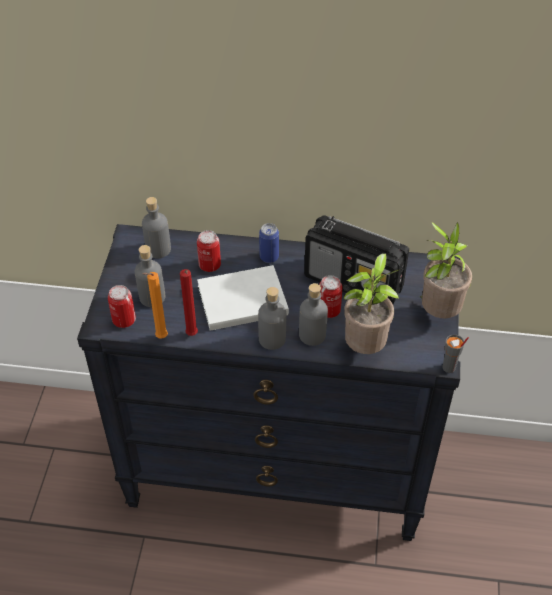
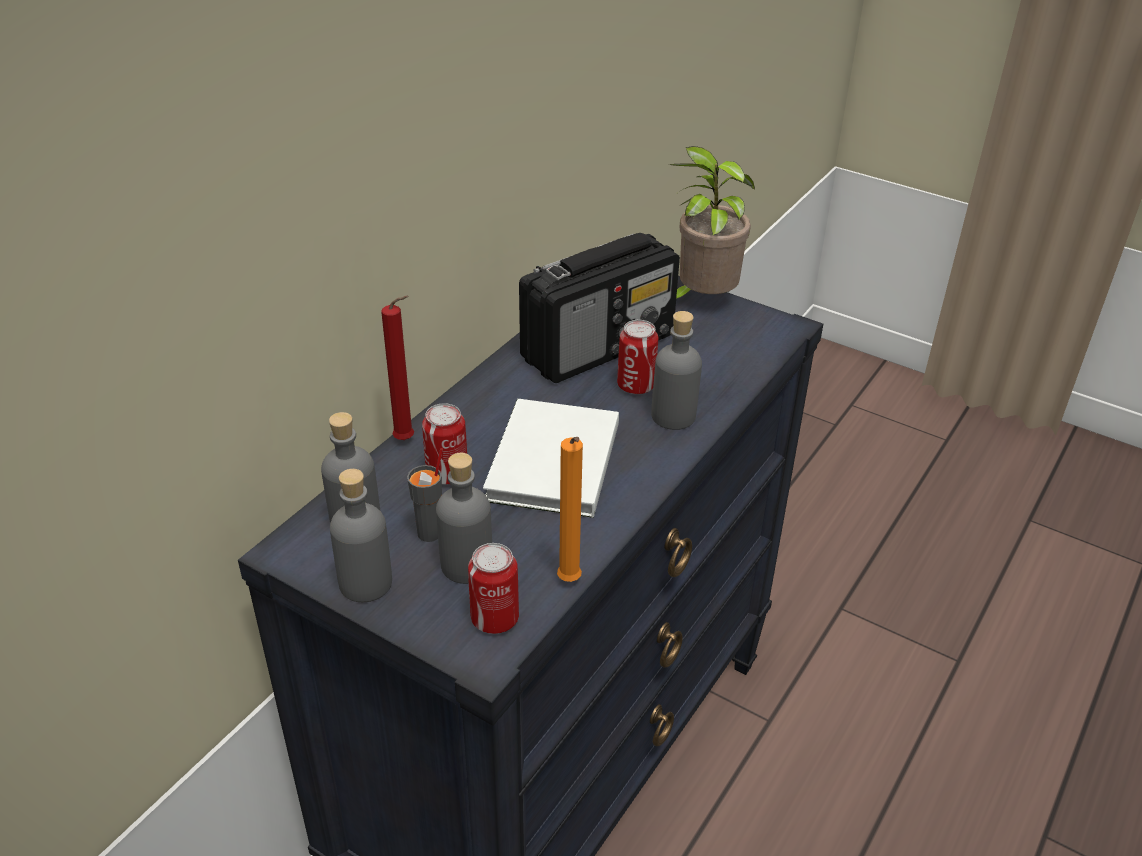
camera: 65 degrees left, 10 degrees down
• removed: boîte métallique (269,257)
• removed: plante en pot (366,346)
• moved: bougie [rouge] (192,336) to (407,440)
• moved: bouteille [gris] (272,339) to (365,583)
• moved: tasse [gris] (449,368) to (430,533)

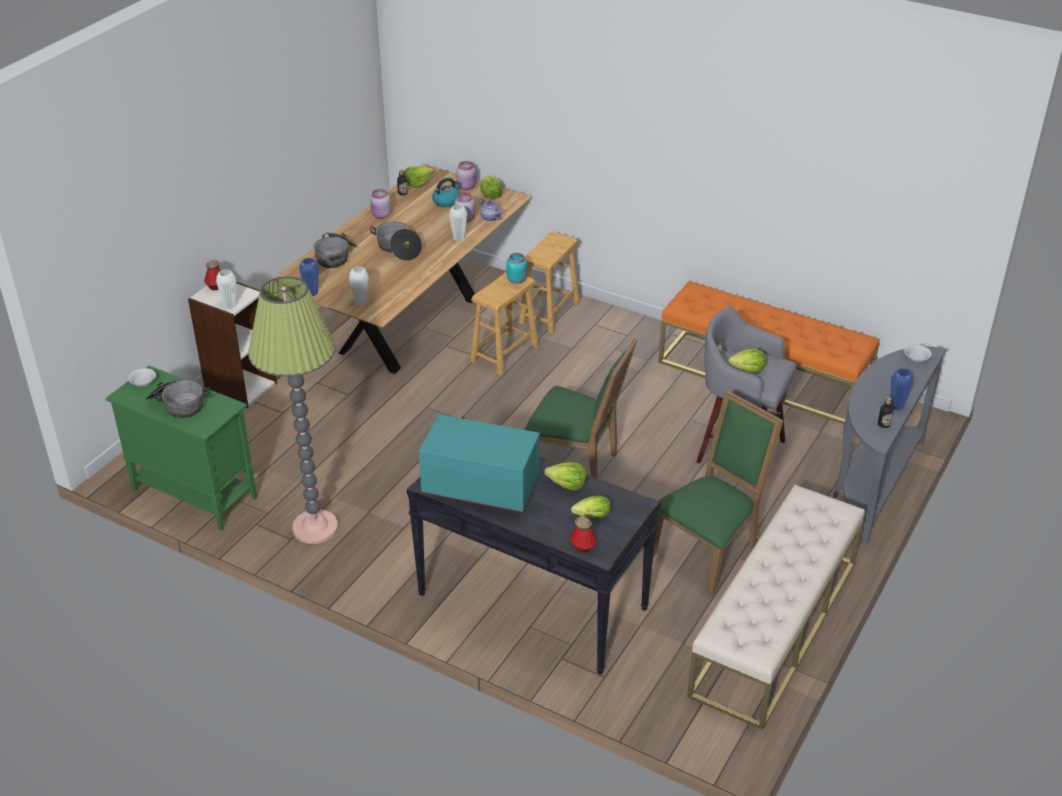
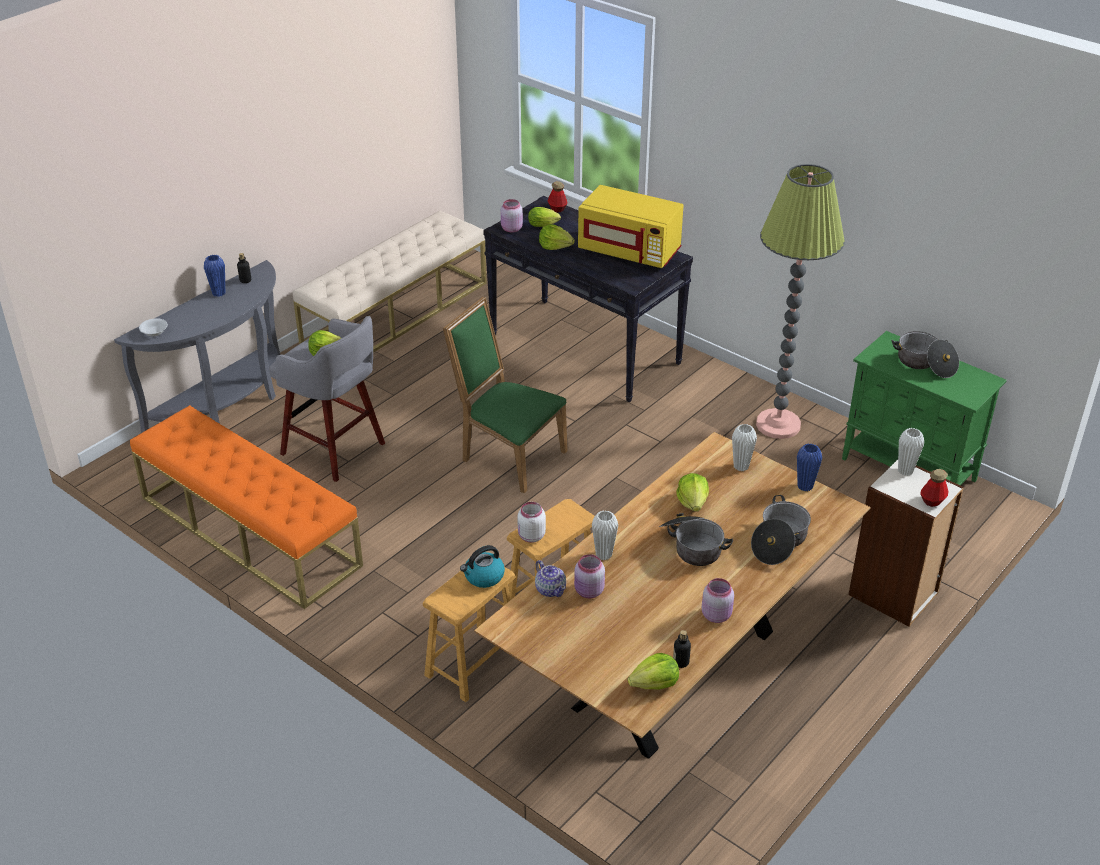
camera: 170 degrees left, 0 degrees up
• moved: bocal [rose] (467,187) to (511,229)
• moved: laitue (490,194) to (693,502)
• moved: bouilloire (446,201) to (483,577)
• recoloured: bocal [turquoise] (517,279) to bocal [blanc] (530,536)
• removed: bol [blanc] (142,382)
• removed: chaise [vert] (709,550)
• recoloured: micro-ondes [turquoise] (480,488) to micro-ondes [jaune] (630,251)

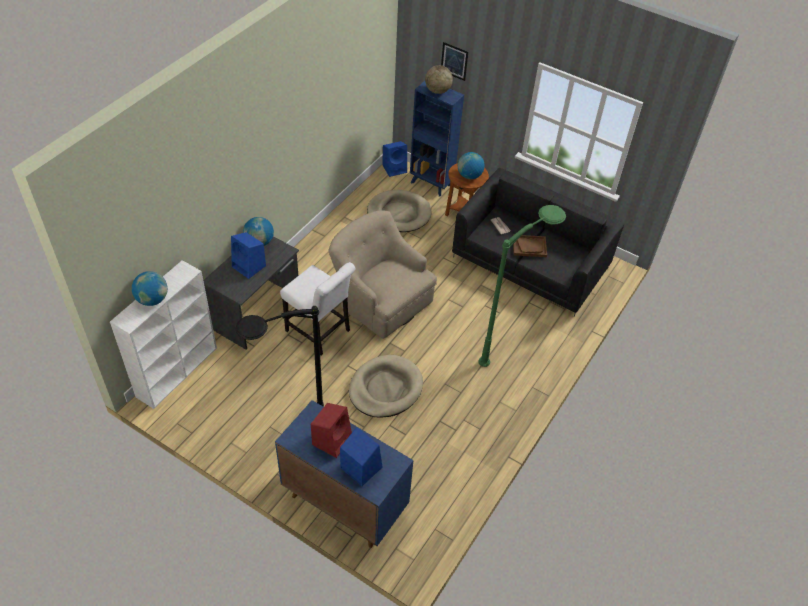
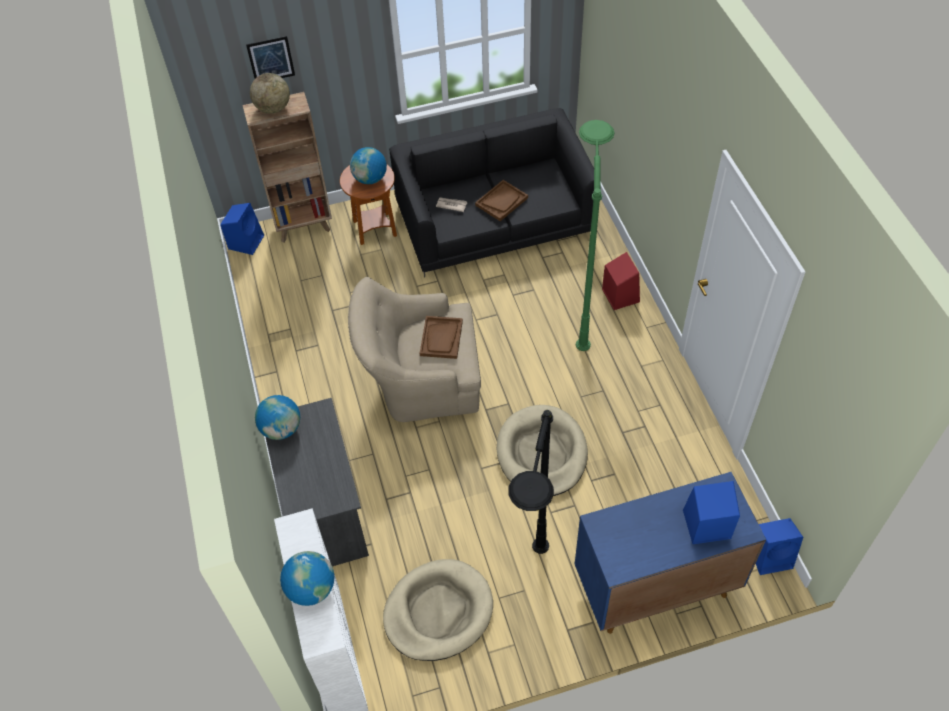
camera: 45 degrees left, 5 degrees up
• recoloured: bibliothèque [bleu] (431,184) to bibliothèque [marron] (304,226)
• moved: panier pour chien [beige] (399,213) to (438,612)
• moved: enceinte [bleu] (249,266) to (771,556)
• removed: chaise [blanc] (320,332)
• moved: enceinte [rouge] (332,439) to (620,295)
• added: plateau [marron] (441,338)

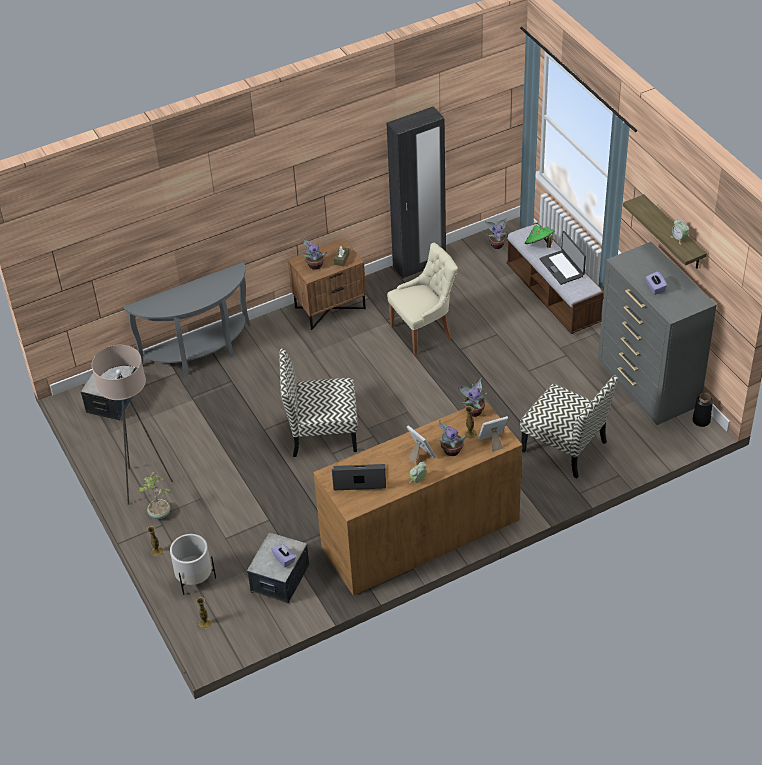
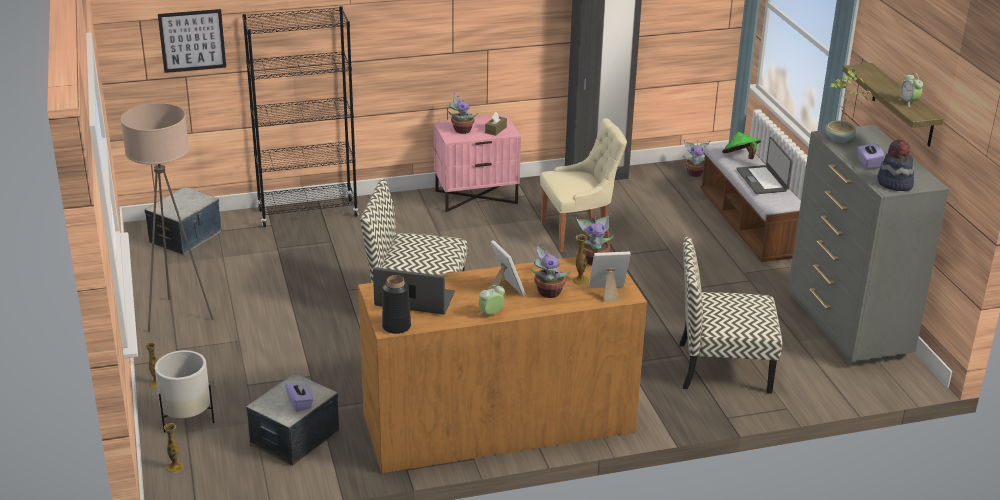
camera: 10 degrees right, 15 degrees down
• recoloured: table de chevet [marron] (330,307) to table de chevet [rose] (476,196)
• replaced: table console [gris] (201,354) to bibliothèque [noir] (308,213)
• turned: chaise (565,447) = (722,368) 135 degrees clockwise
• moved: vase [noir] (701,420) to (396,326)
• moved: plante en pot (159,514) to (839,139)
• added: tableau (192,40)
• added: chapeau (894,184)

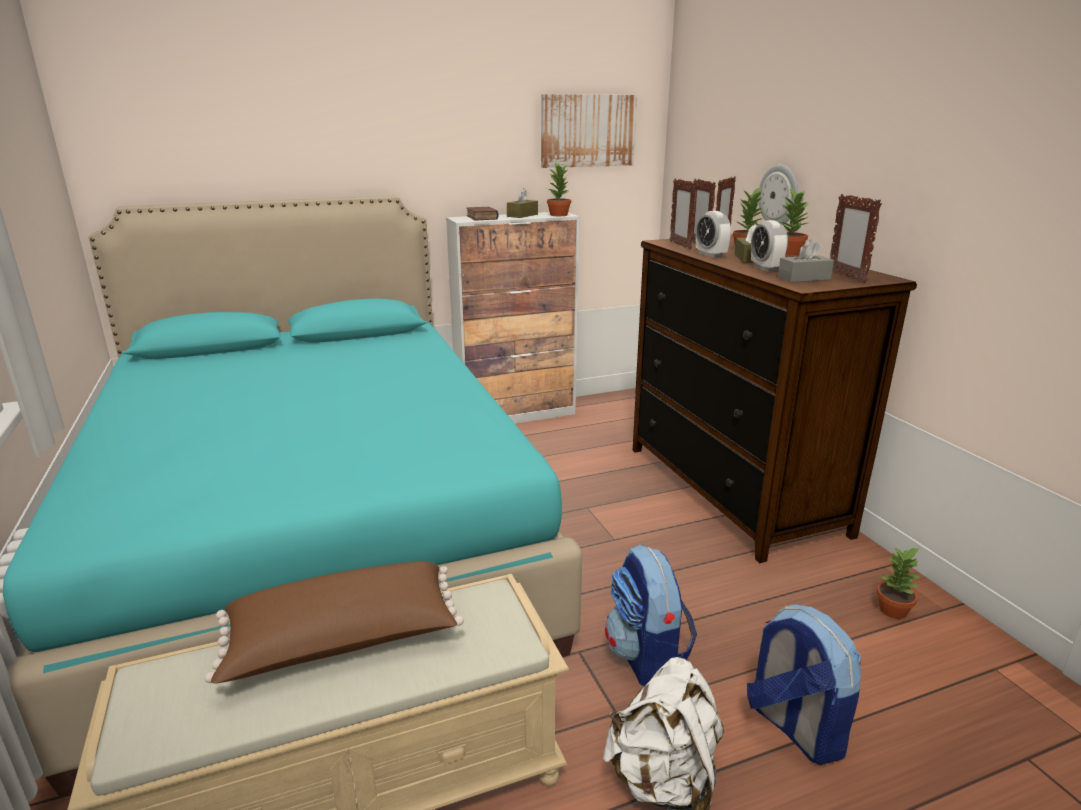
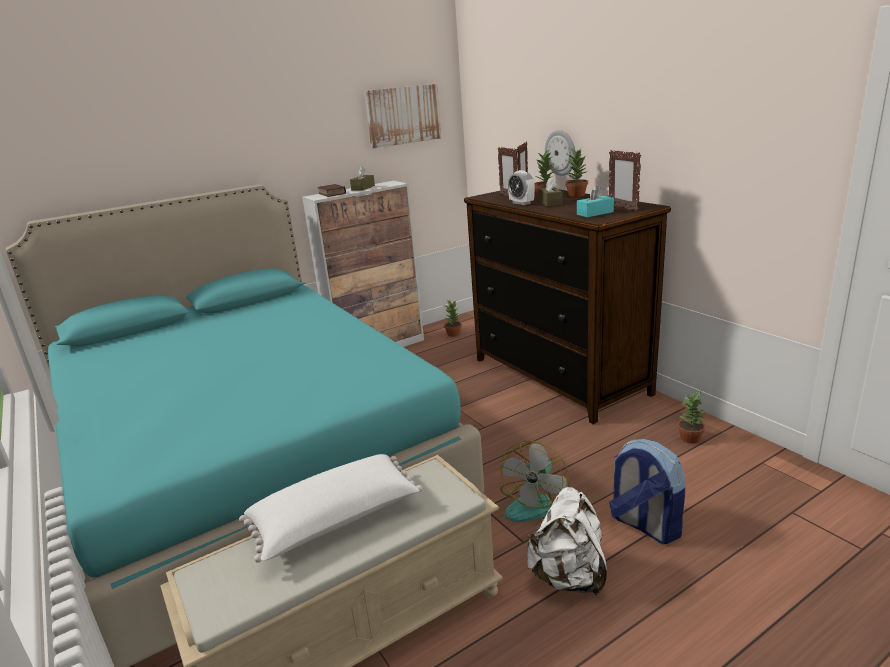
camera: 10 degrees left, 0 degrees up
• moved: plante en pot (559,215) to (453,334)
• removed: cadre photo (680,245)
• removed: réveil (765,268)
• recoloured: boîte à mouchoirs [gris] (804,278) to boîte à mouchoirs [turquoise] (595,213)
• replaced: sac à dos (646,658) to ventilateur (533,502)
• recoloured: coussin [marron] (342,643) to coussin [blanc] (336,522)

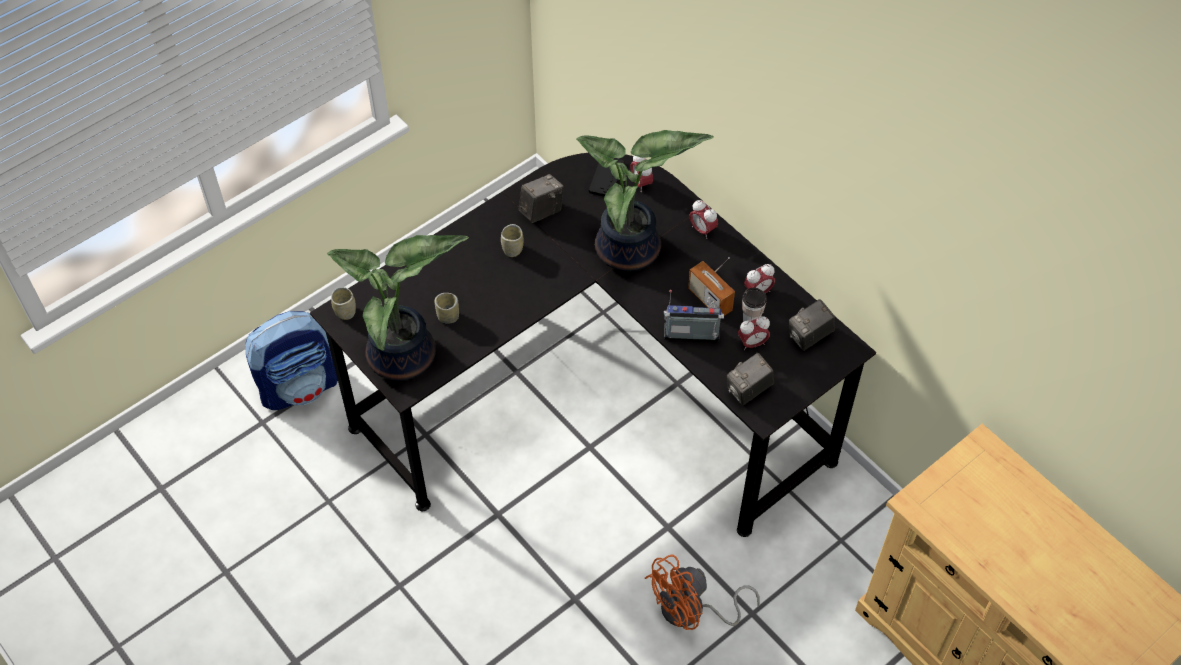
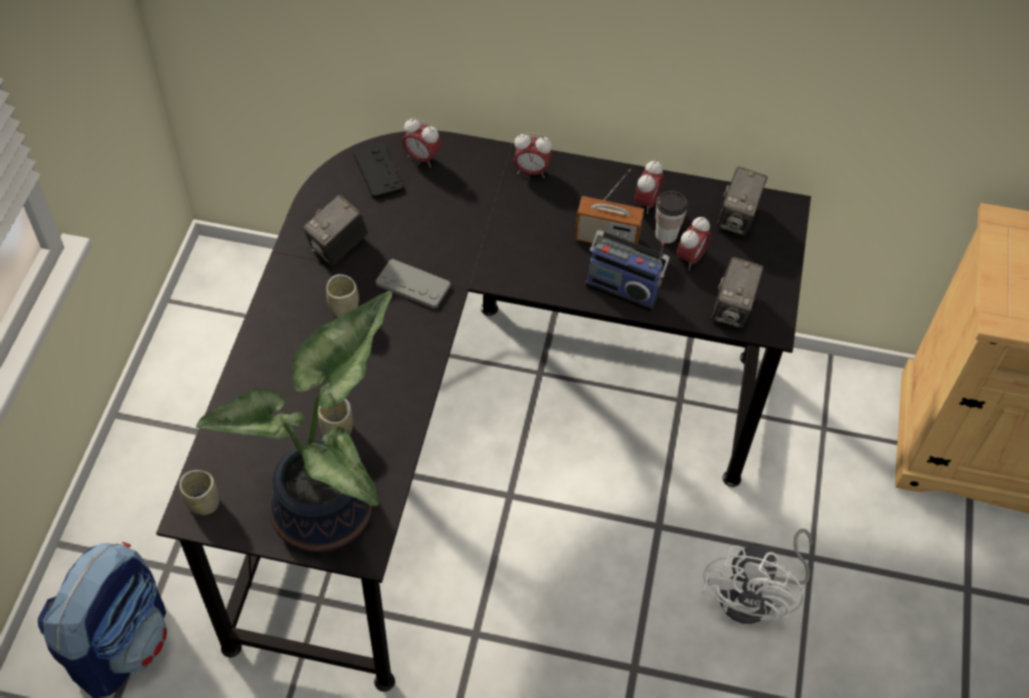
camera: 40 degrees left, 0 degrees up
• removed: plante en pot (631,252)
• turned: appareil photo (541,211) = (338,248) 150 degrees counterclockwise
• turned: radio (691,336) = (624,287) 120 degrees counterclockwise
• recoloured: ventilateur [orange] (691,611) to ventilateur [blanc] (756,596)
• added: manette [gris] (413,285)

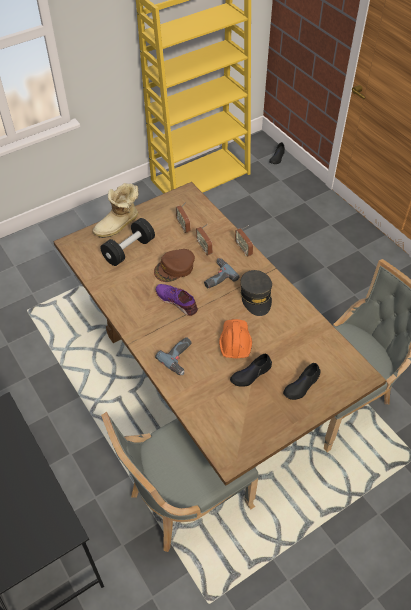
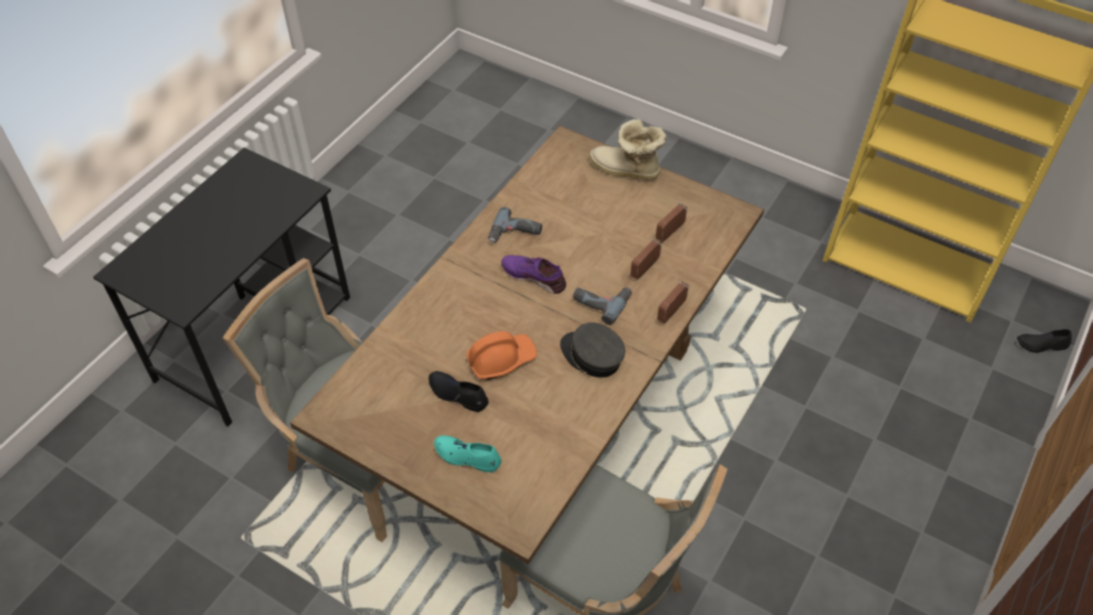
camera: 65 degrees right, 0 degrees up
• removed: haltère [noir] (129,250)
• removed: casquette [marron] (174,268)
• turned: casquette [gris] (256,297) = (591,356) 75 degrees clockwise
• turned: chaussure [violet] (177,301) = (534,276) 75 degrees counterclockwise
• moved: perceuse (180,358) to (515,234)
• recoloured: chaussure [noir] (301,385) to chaussure [turquoise] (467,456)

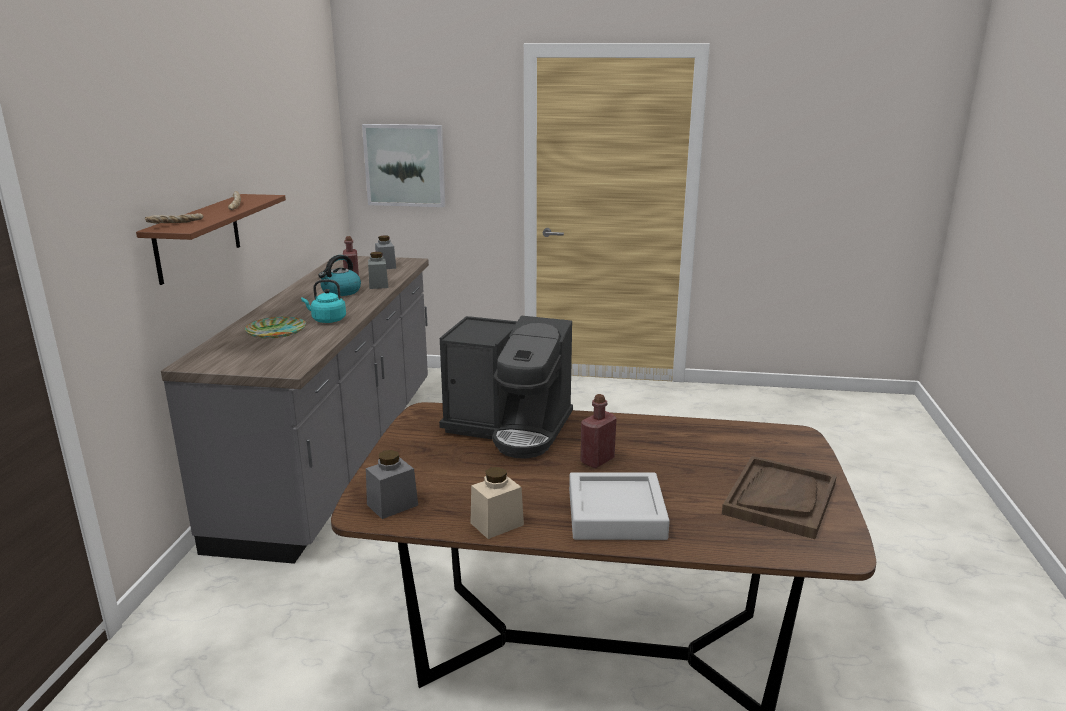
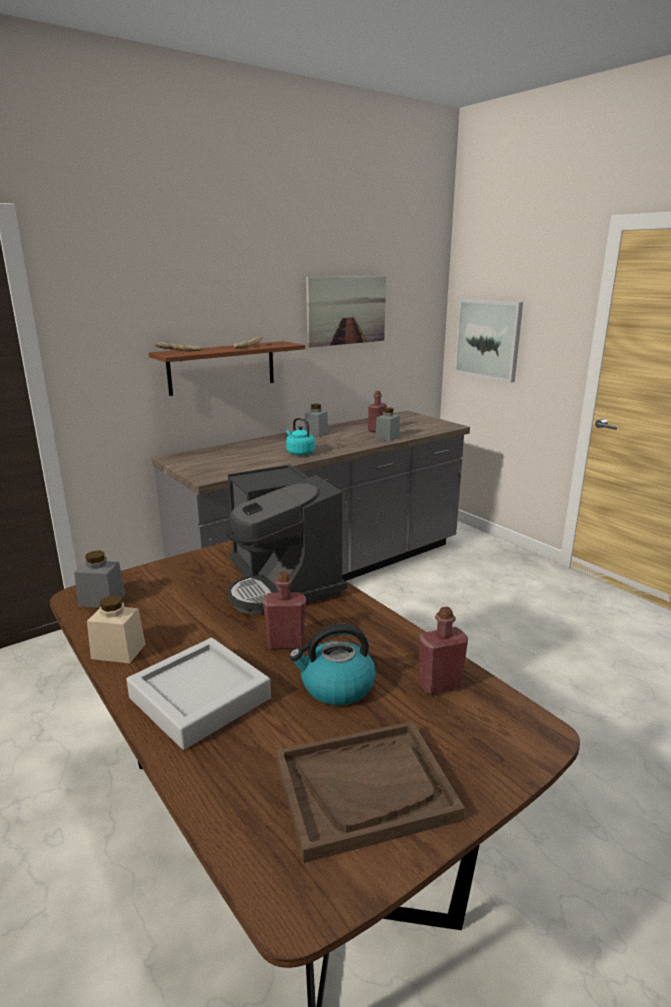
camera: 45 degrees right, 0 degrees up
• moved: bocal [gris] (386,266) to (316,433)
• moved: bouilloire (341,292) to (336,687)
• removed: assiette (276,331)
• added: tableau (346,310)
• added: bouteille [rouge] (440,685)

